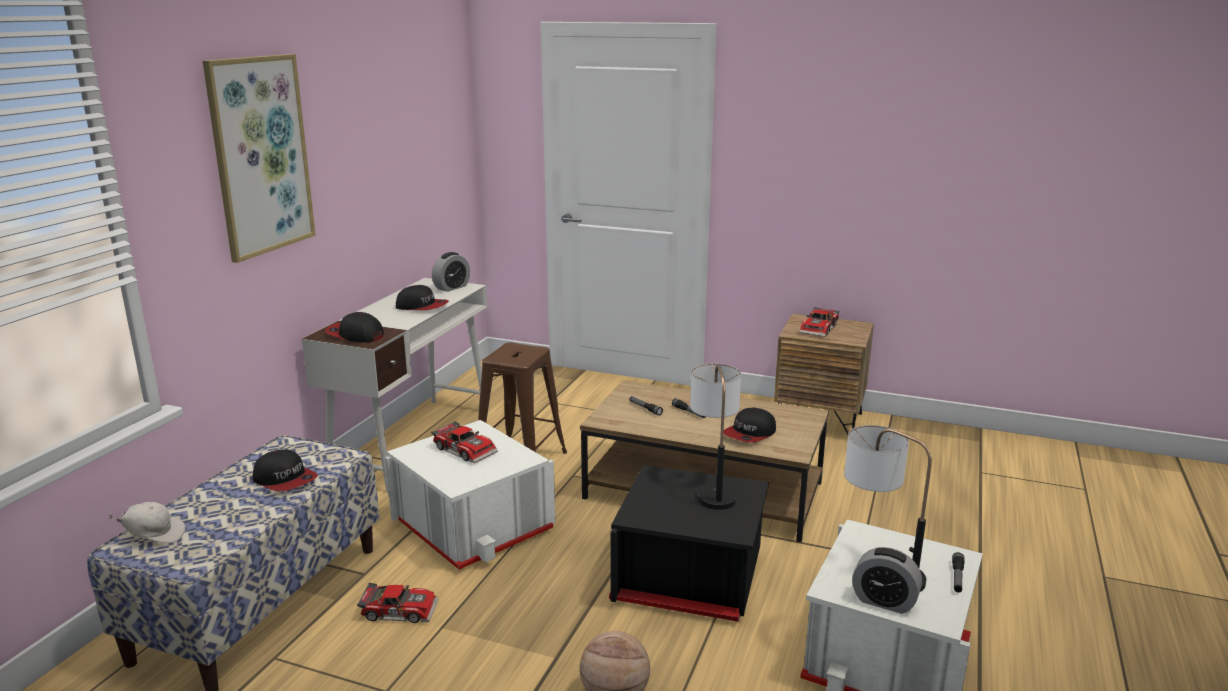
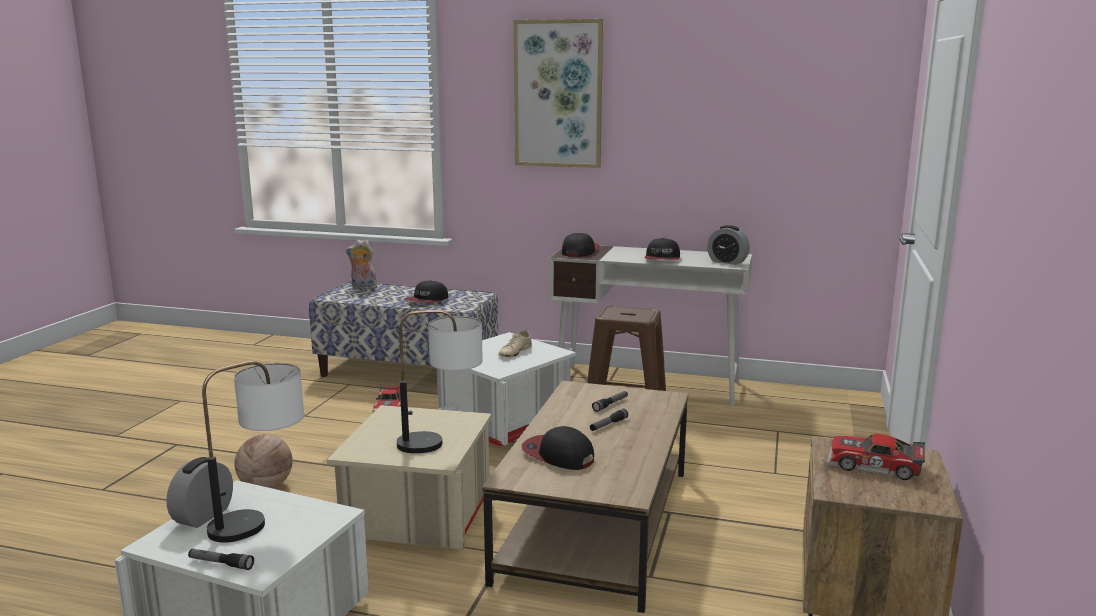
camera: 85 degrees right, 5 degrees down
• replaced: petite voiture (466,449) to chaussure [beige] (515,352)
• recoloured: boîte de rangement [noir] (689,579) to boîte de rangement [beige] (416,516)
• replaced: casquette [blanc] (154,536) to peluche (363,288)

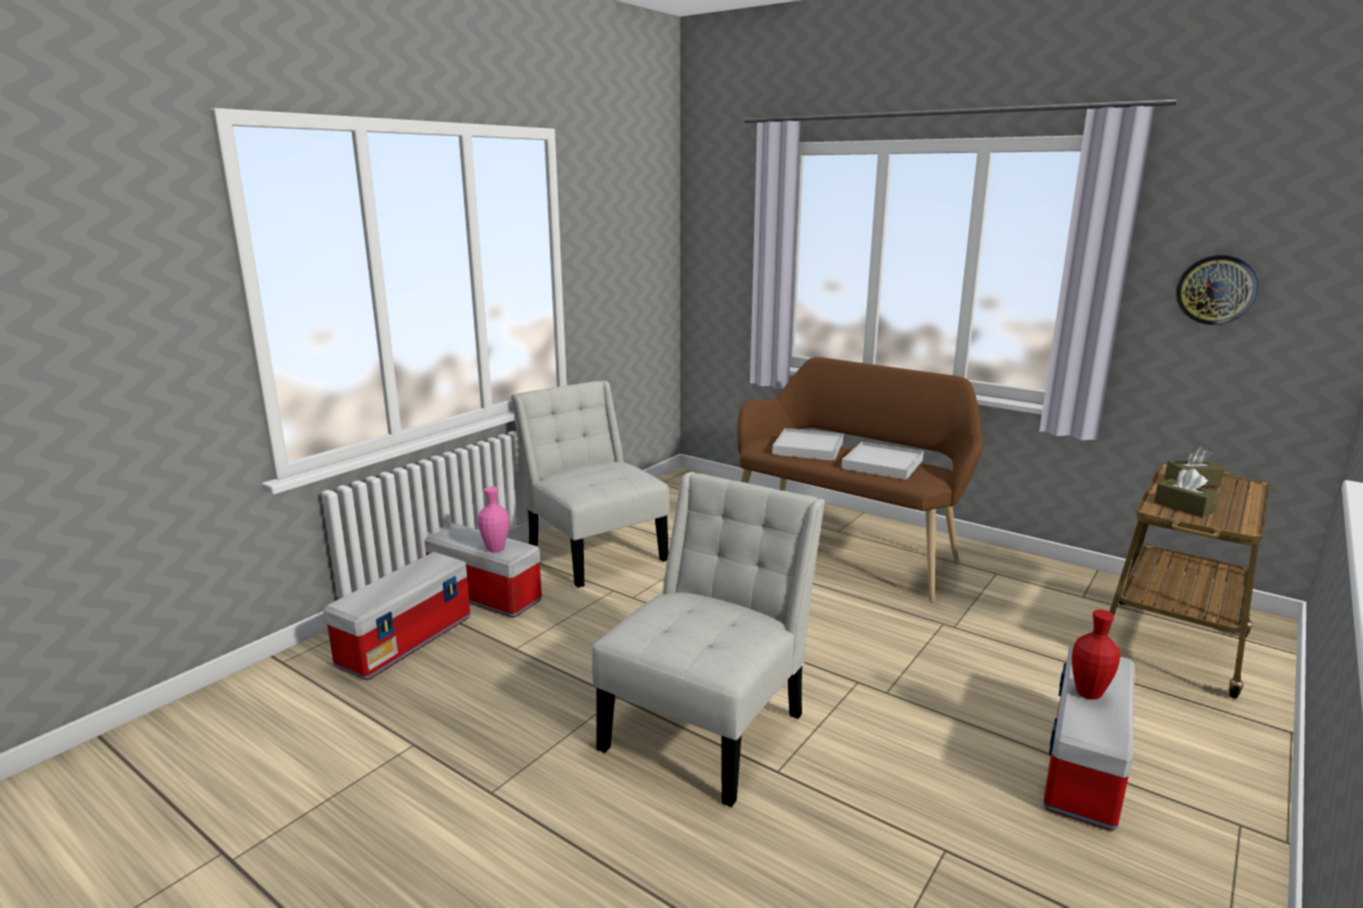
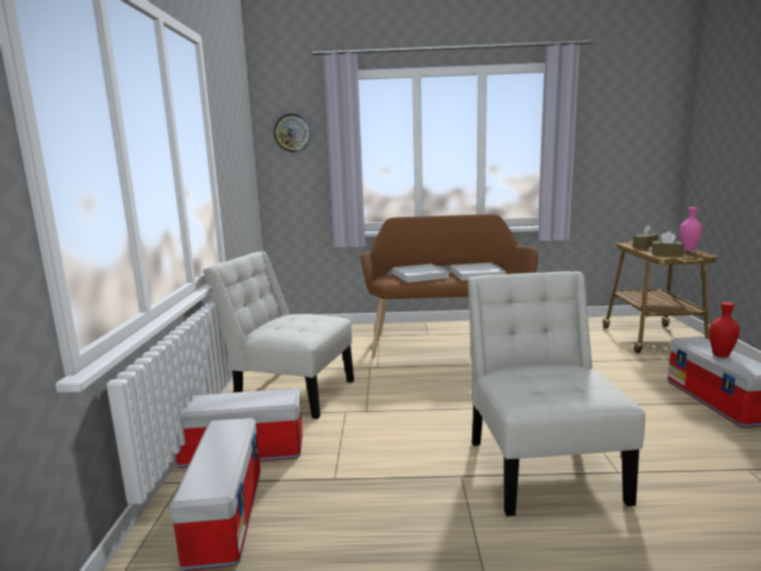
camera: 35 degrees left, 5 degrees down
• moved: horloge murale (1216,289) to (292,133)
• moved: vase [rose] (495,549) to (688,250)

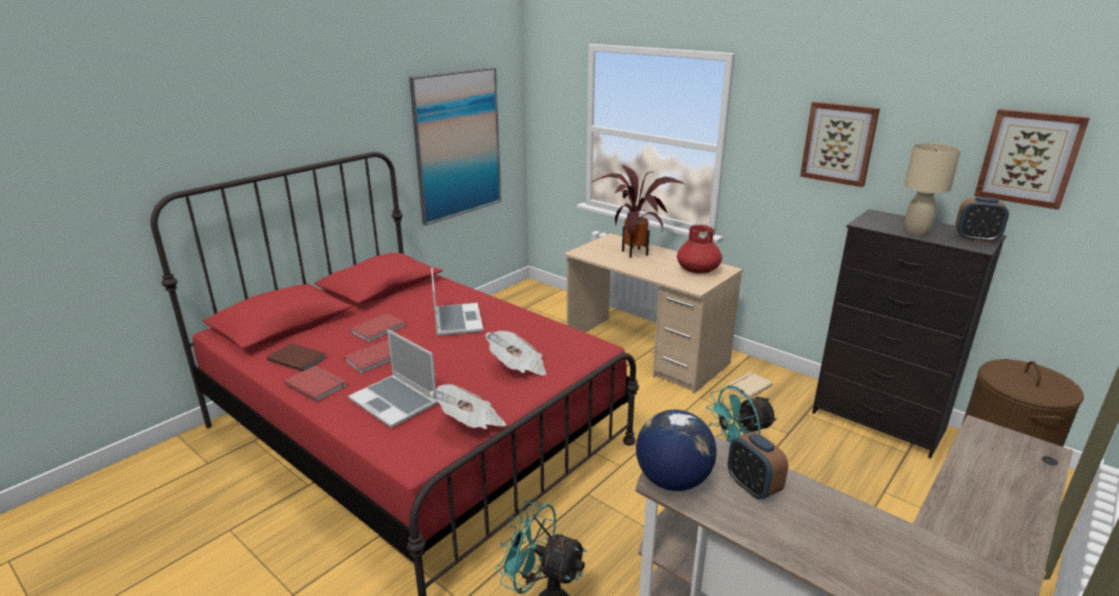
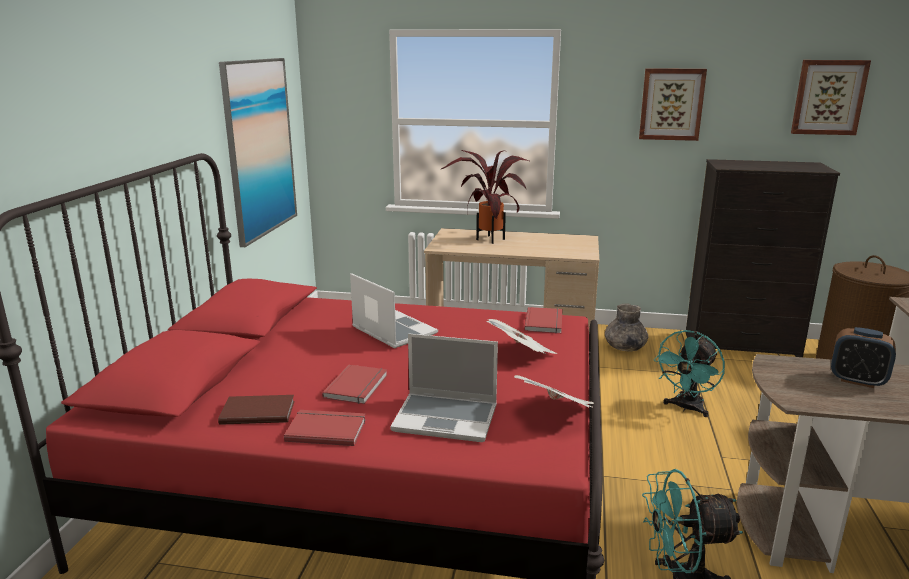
camera: 30 degrees left, 5 degrees down
• removed: lampe de table [beige] (916,232)
• removed: réveil (976,239)
• removed: vase [rouge] (698,270)
• moved: livre [rouge] (379,329) to (545,322)
• replaced: livre [beige] (748,386) to vase [gris] (624,347)
• removed: globe (672,480)

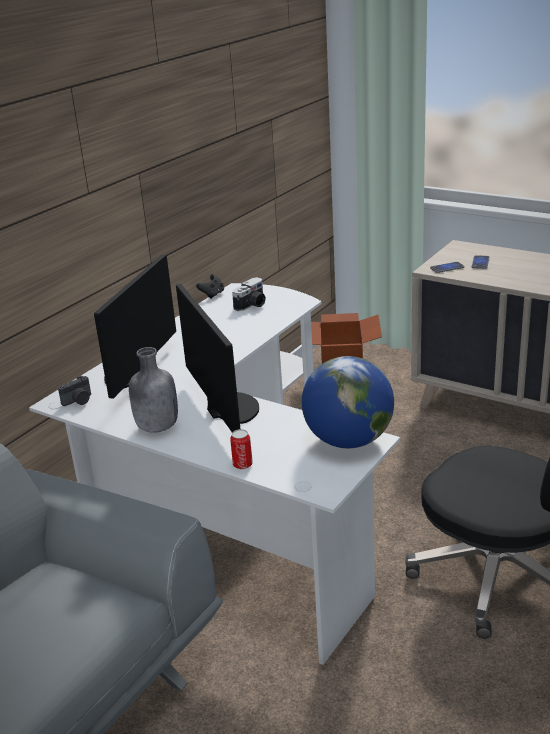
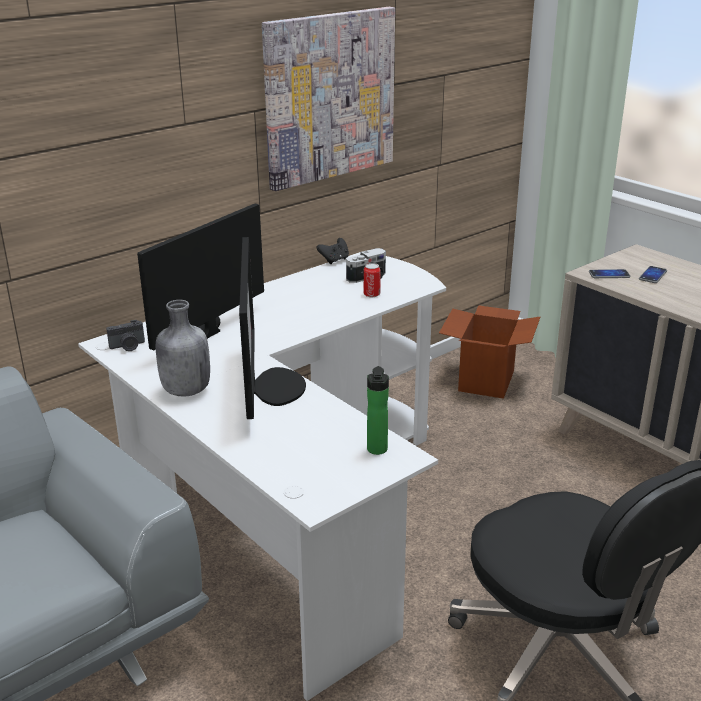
camera: 15 degrees right, 0 degrees up
• replaced: globe (348,441) to bouteille (377,451)
• moved: boîte métallique (242,464) to (371,294)
• added: tableau (329,97)

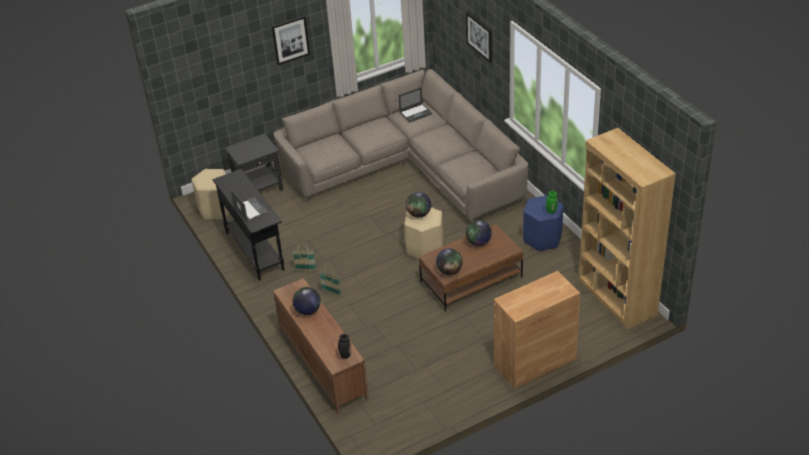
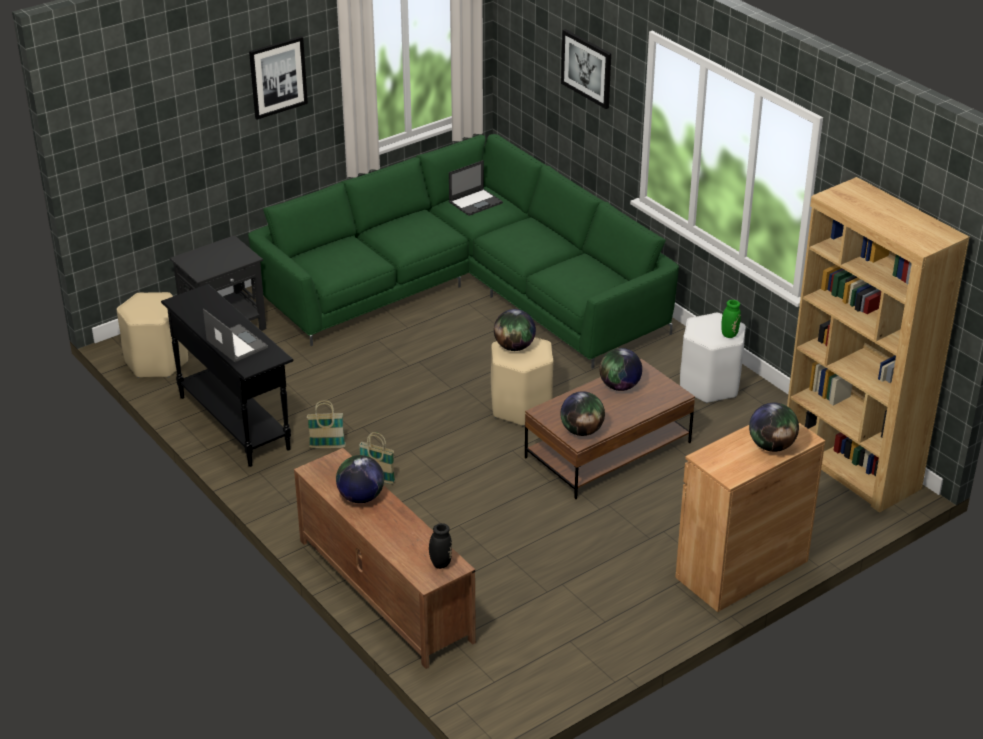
camera: 10 degrees left, 5 degrees down
• recoloured: canapé [beige] (408,168) to canapé [vert] (469,290)
• recoloured: tabouret [bleu] (542,238) to tabouret [blanc] (709,385)
• added: globe (771,446)

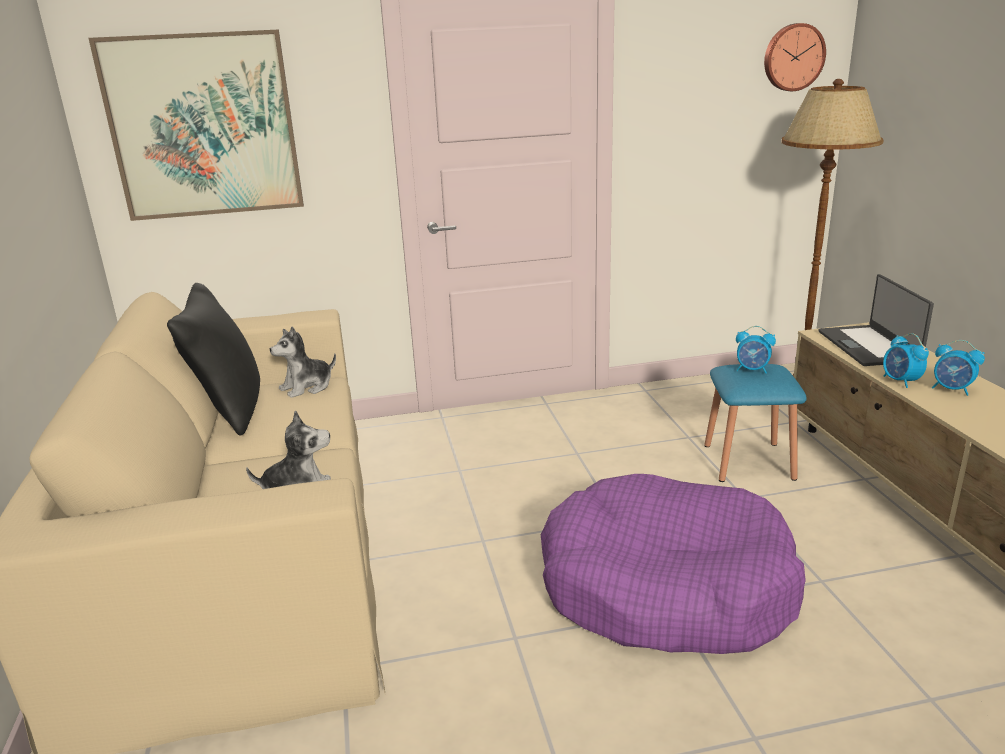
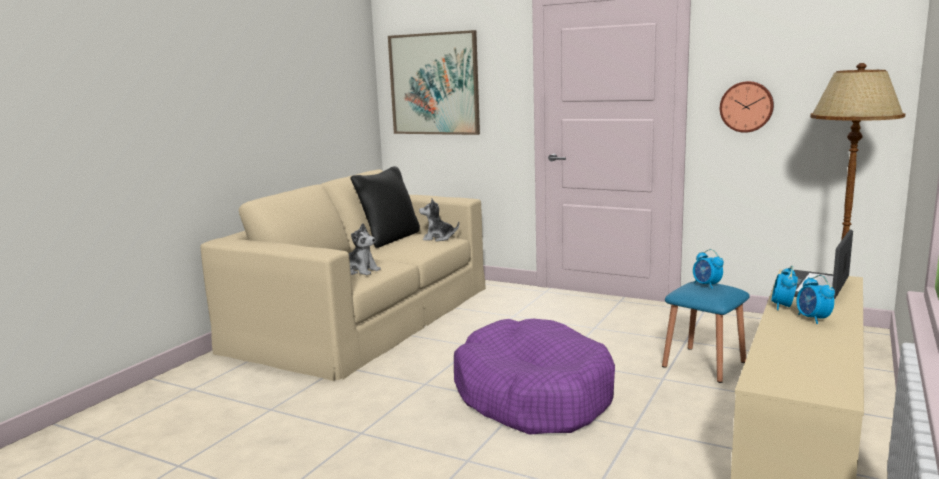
camera: 40 degrees right, 10 degrees down
• moved: horloge murale (793,57) to (746,106)

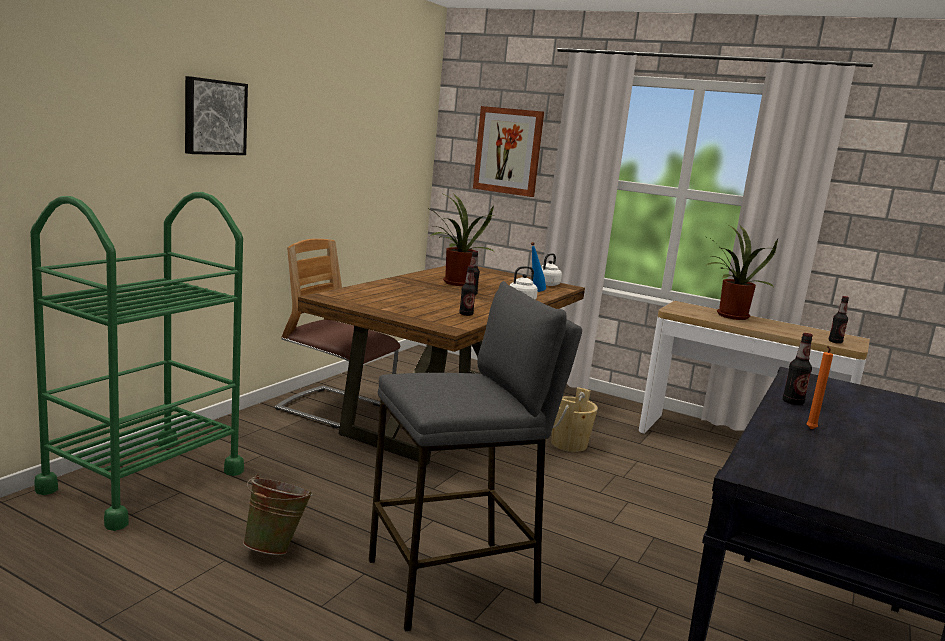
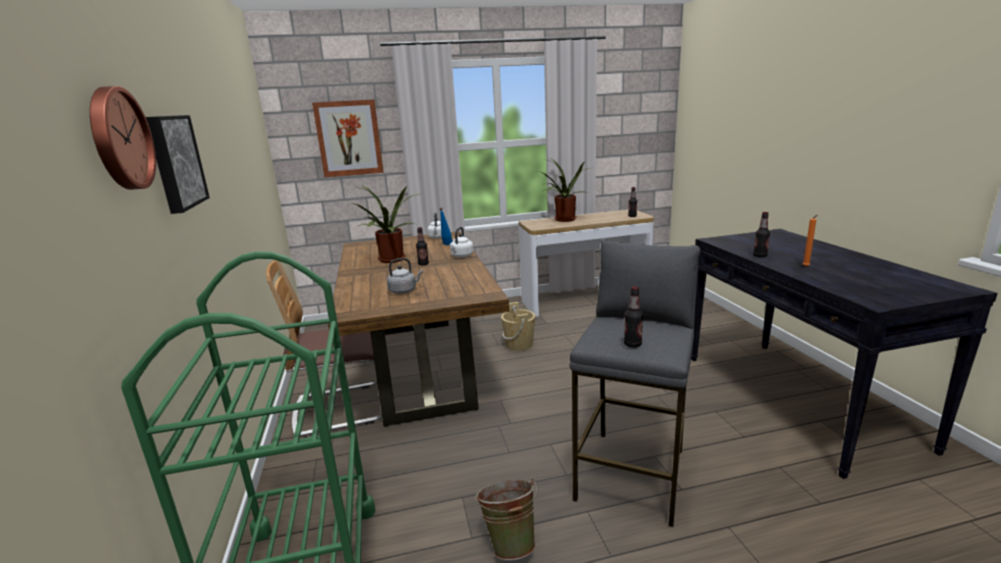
camera: 40 degrees left, 5 degrees up
• moved: bouteille (466,314) to (632,344)
• added: horloge murale (118,139)
• added: bouilloire [gris] (404,291)

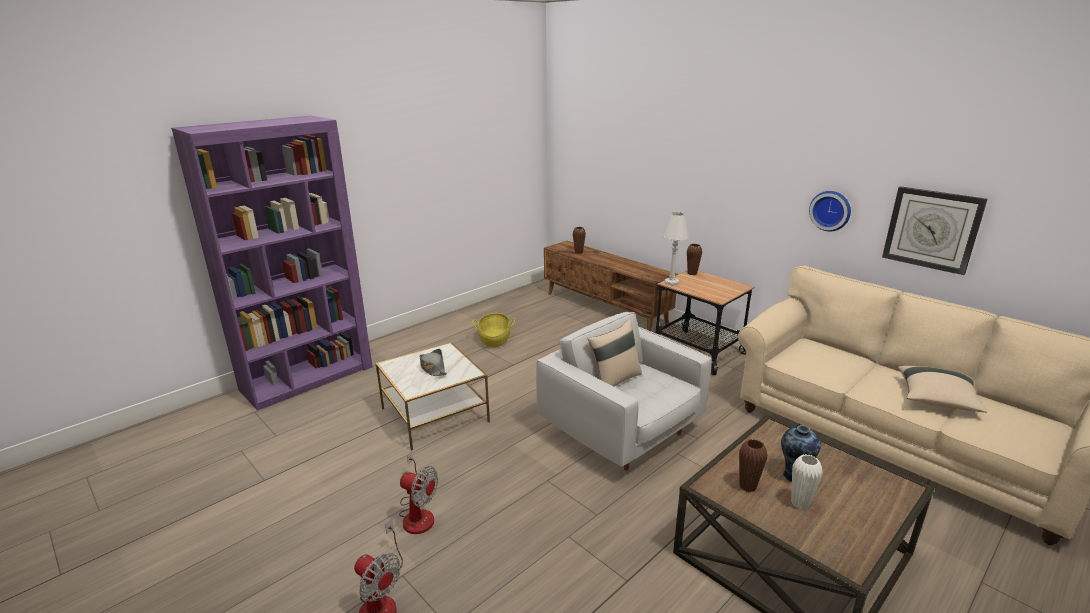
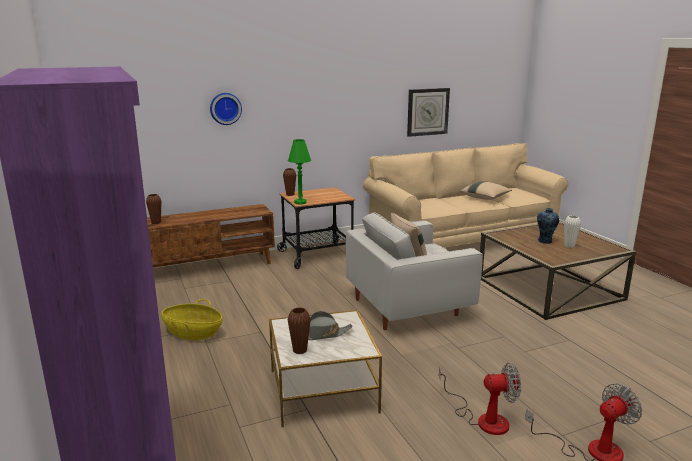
camera: 70 degrees left, 5 degrees down
• moved: horloge murale (831,210) to (225,108)
• recoloured: lampe de table [blanc] (671,282) to lampe de table [vert] (300,202)
• moved: vase [marron] (747,486) to (300,350)
• turned: ventilateur (418,513) = (483,419) 45 degrees clockwise

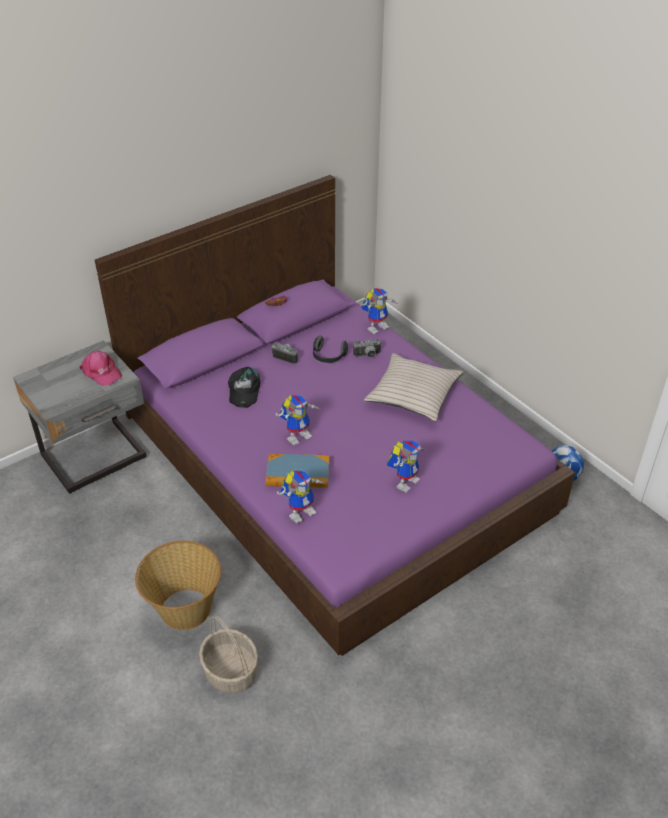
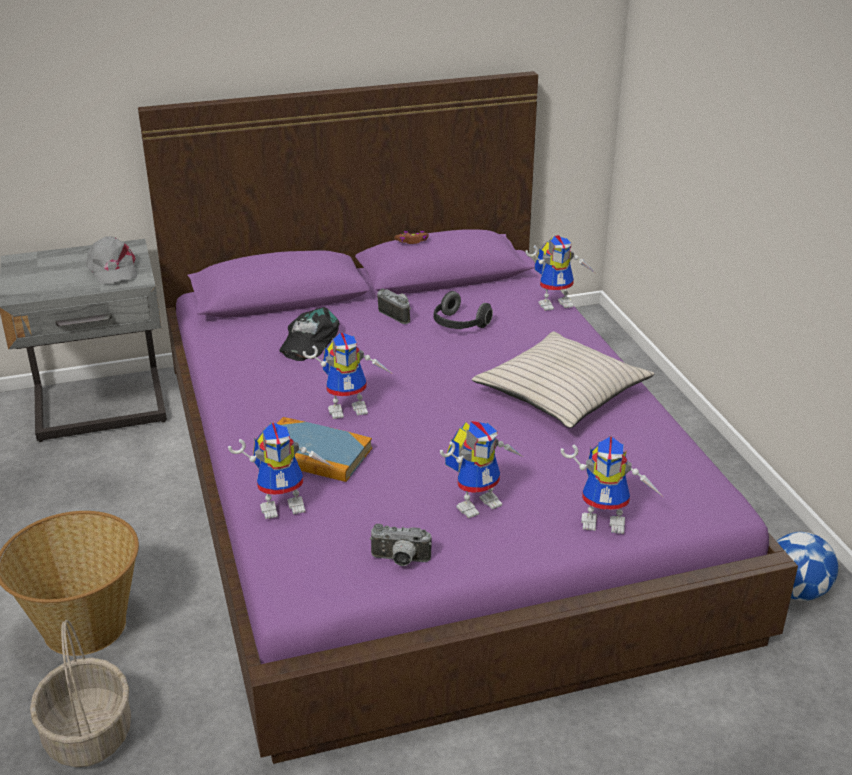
camera: 20 degrees right, 10 degrees down
• moved: appareil photo (367,355) to (400,561)
• recoloured: casquette [rose] (101,372) to casquette [gris] (112,270)
• added: robot jouet (607,521)

